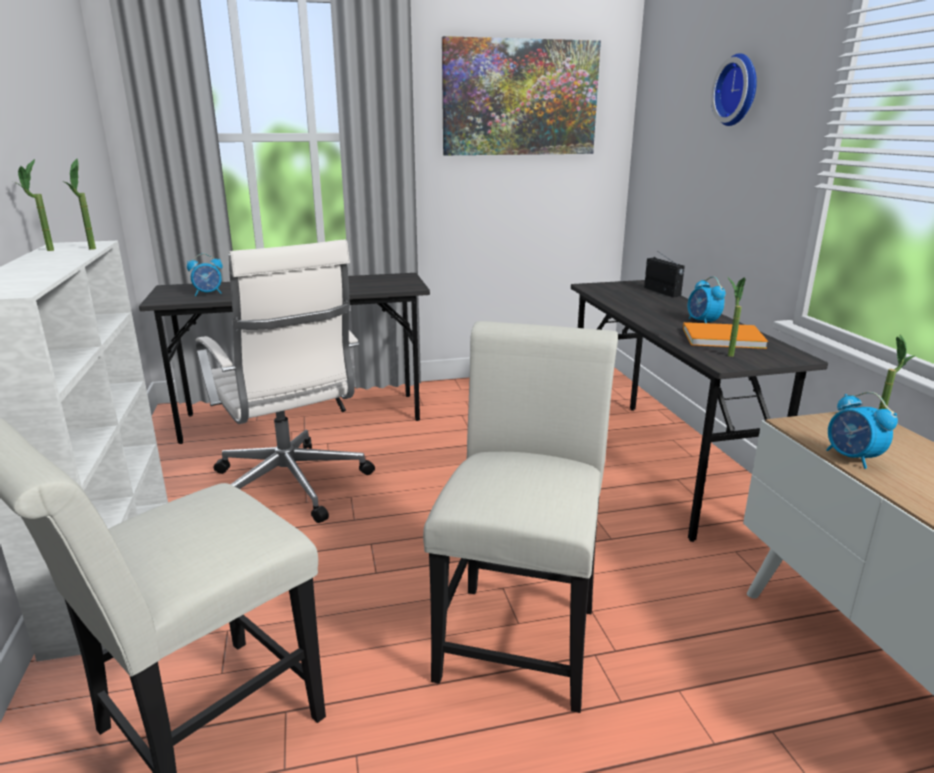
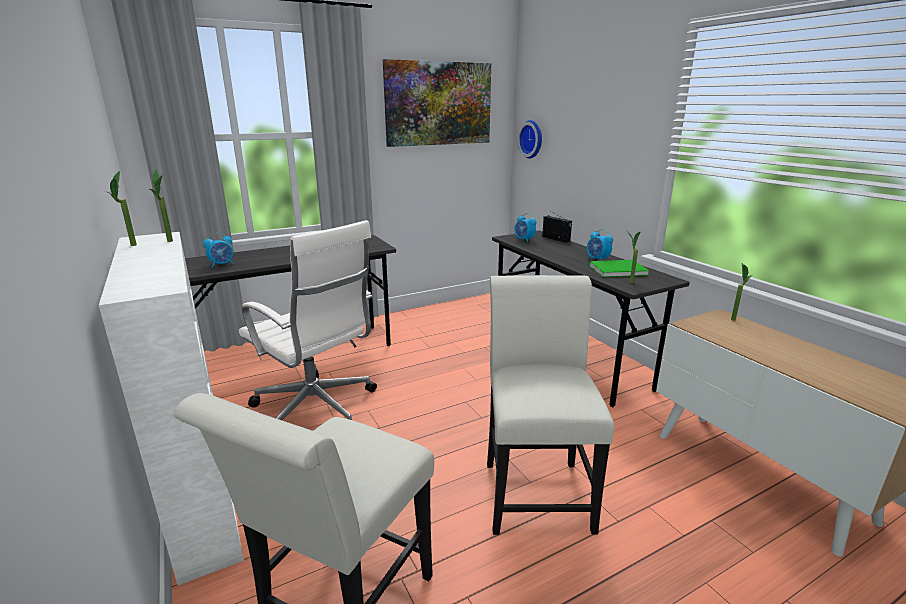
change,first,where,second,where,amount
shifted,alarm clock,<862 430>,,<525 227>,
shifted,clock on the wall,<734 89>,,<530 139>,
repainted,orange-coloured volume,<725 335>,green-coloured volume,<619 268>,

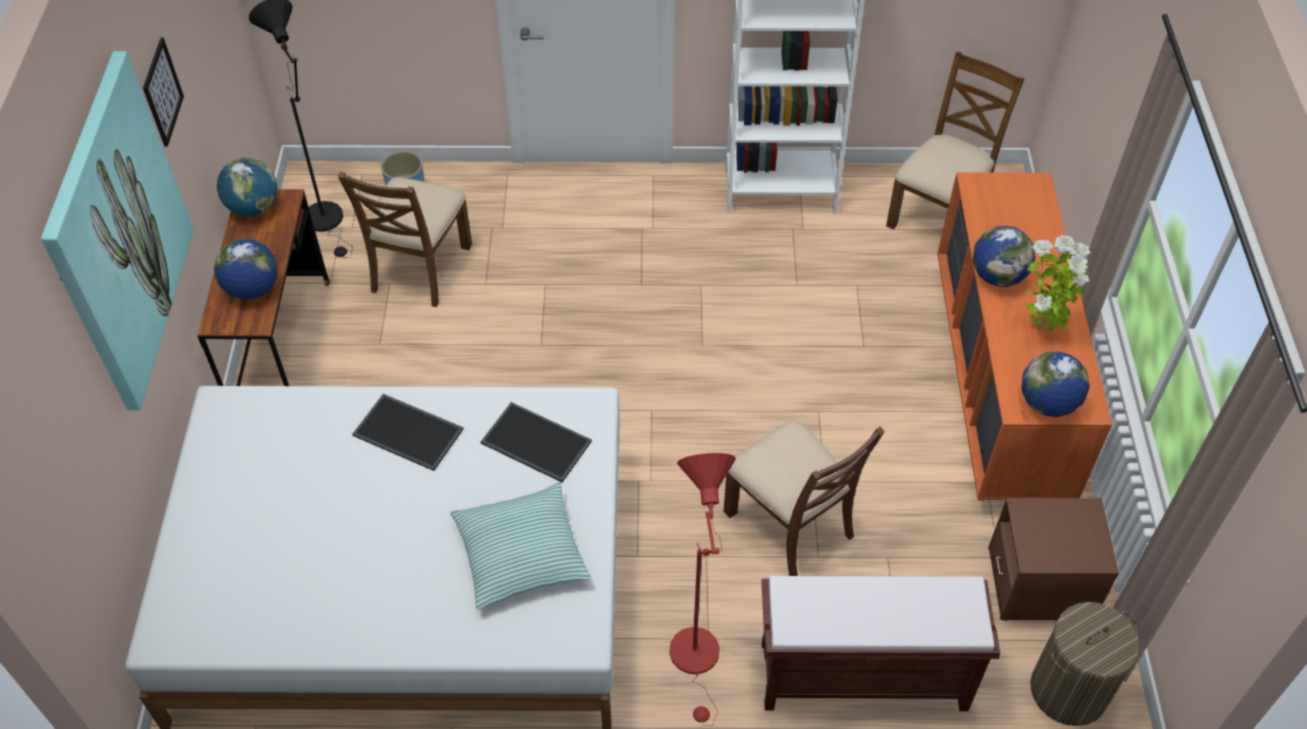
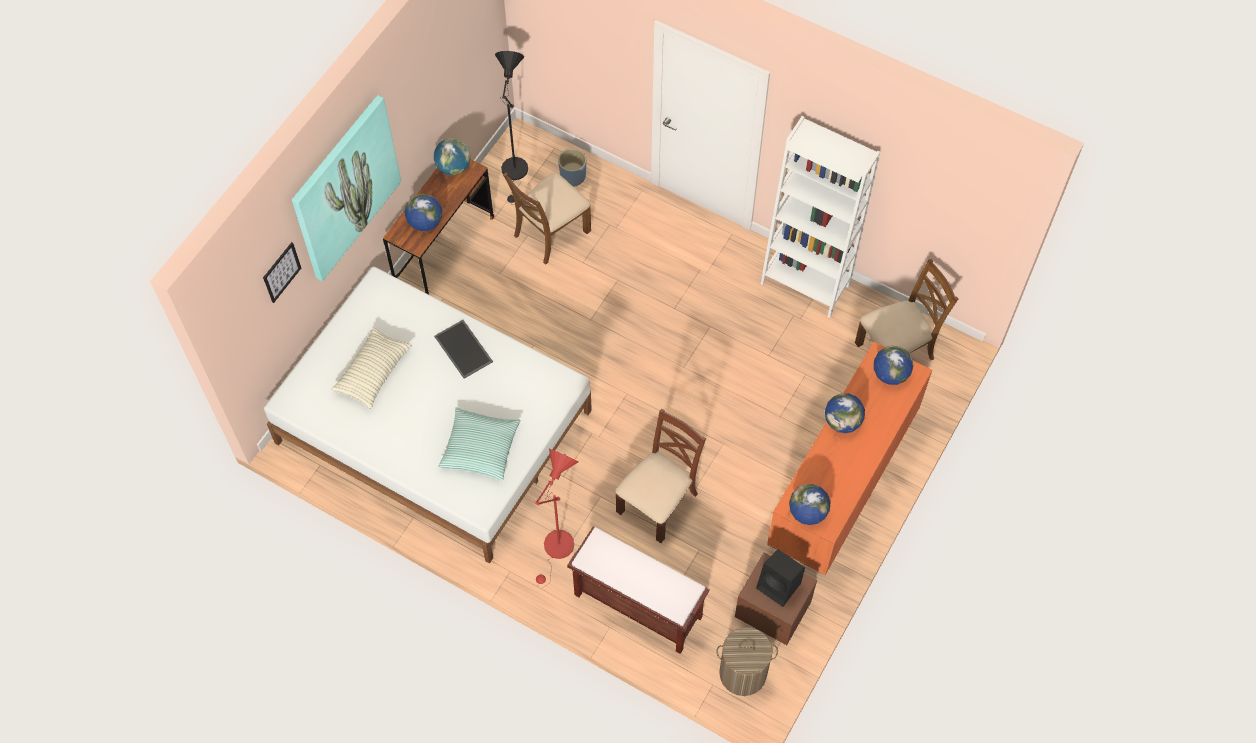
change,first,where,second,where,amount
shifted,picture,<163 92>,,<282 272>,
new,,,pillow,<371 368>,
rotated,brown upright chair,<804 498>,,<660 476>,135 degrees counterclockwise
new,,,blackish speaker,<780 578>,
new,,,world globe,<893 365>,
gone,carrying tray,<536 442>,,,
gone,potted plant,<1057 283>,,,

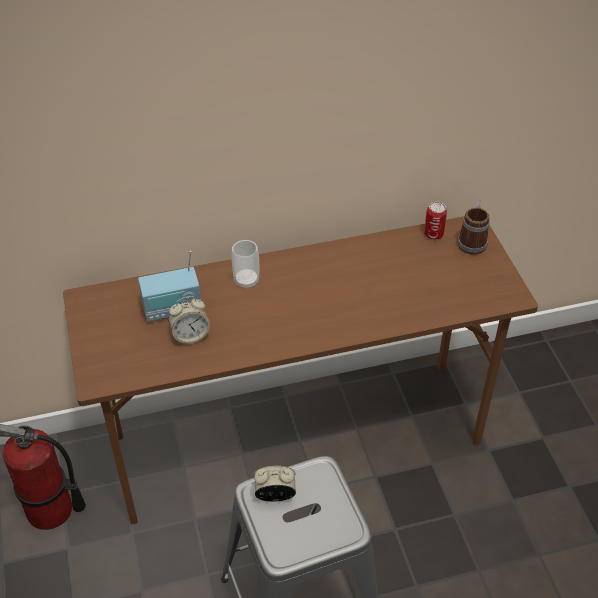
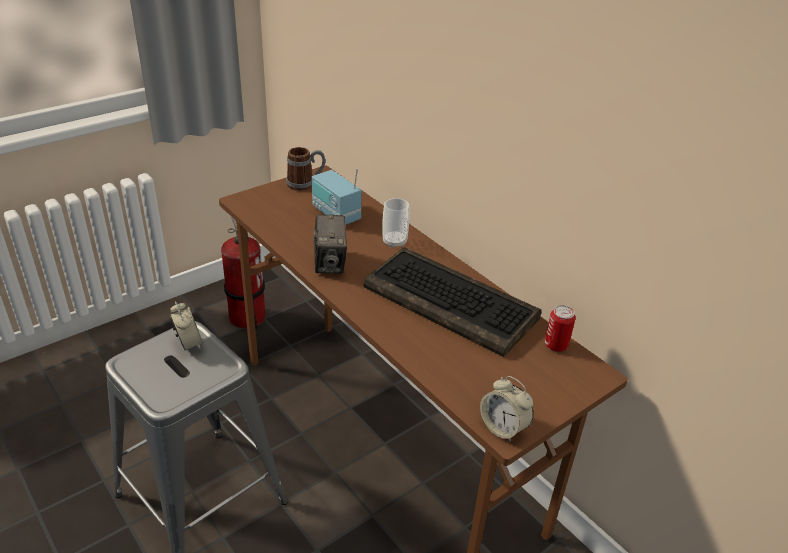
change,first,where,second,where,amount
shifted,tea mug,<474 227>,,<305 169>,
new,,,photo camera,<330 244>,
new,,,PC keyboard,<452 302>,
shifted,alarm clock,<189 320>,,<506 409>,

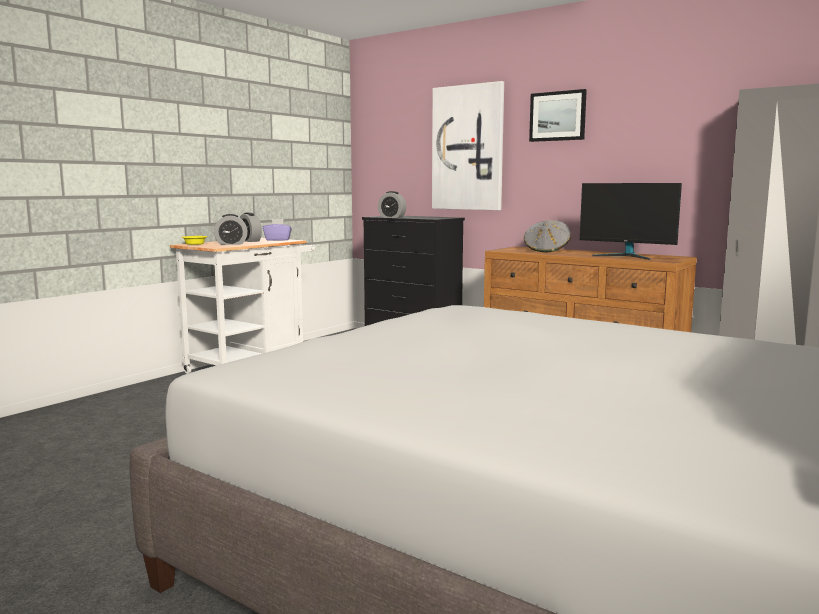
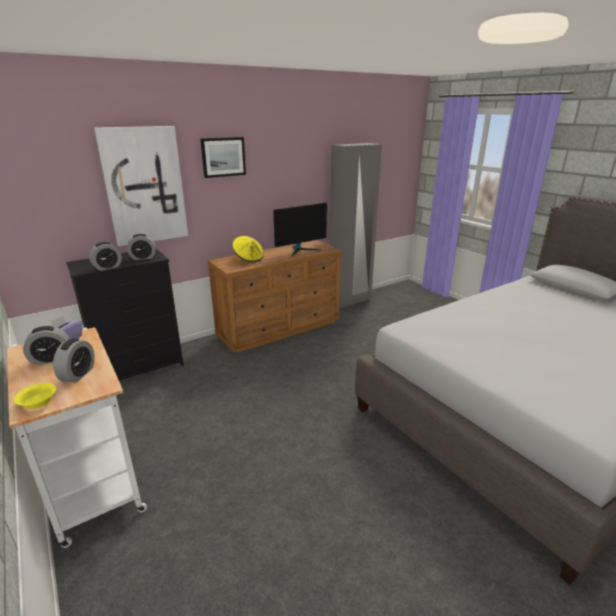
change,first,where,second,where,amount
new,,,alarm clock,<141 247>,
repainted,greyish hat,<547 236>,yellow-coloured hat,<248 249>,

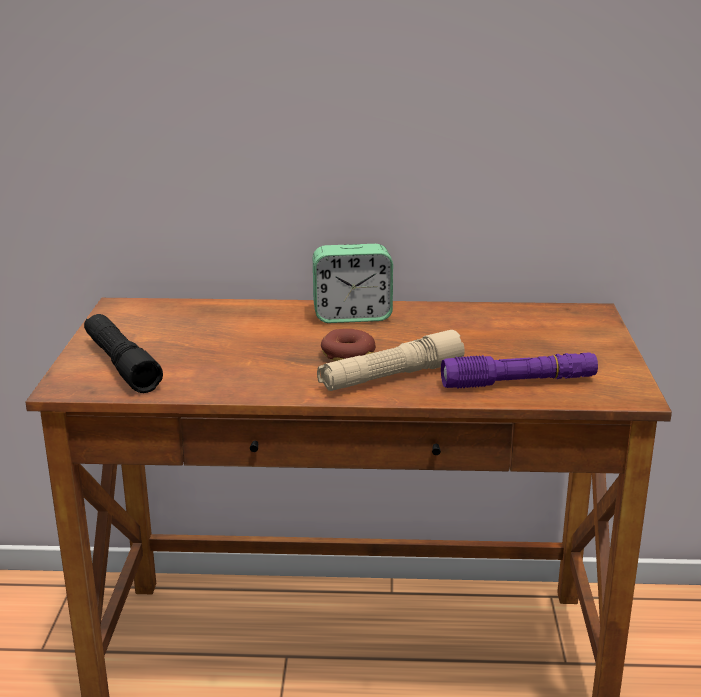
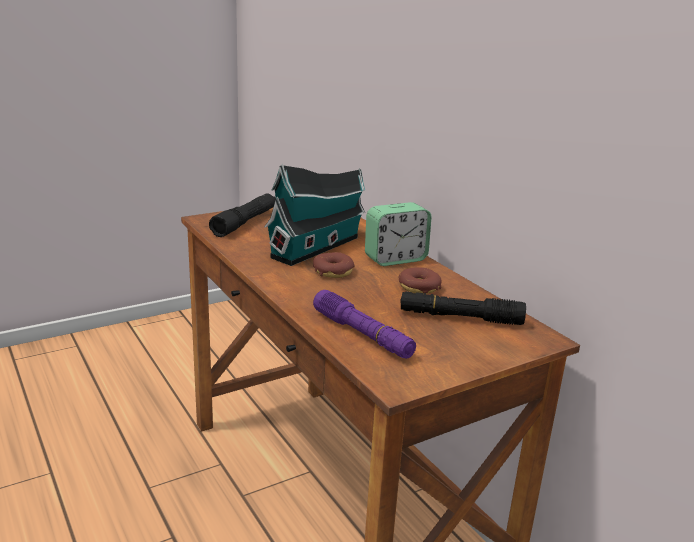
change,first,where,second,where,amount
new,,,toy house,<314 215>,
rotated,alarm clock,<353 283>,,<398 234>,75 degrees counterclockwise
new,,,donut,<420 280>,
new,,,blackish flashlight,<463 308>,
gone,beige-coloured flashlight,<390 360>,,,

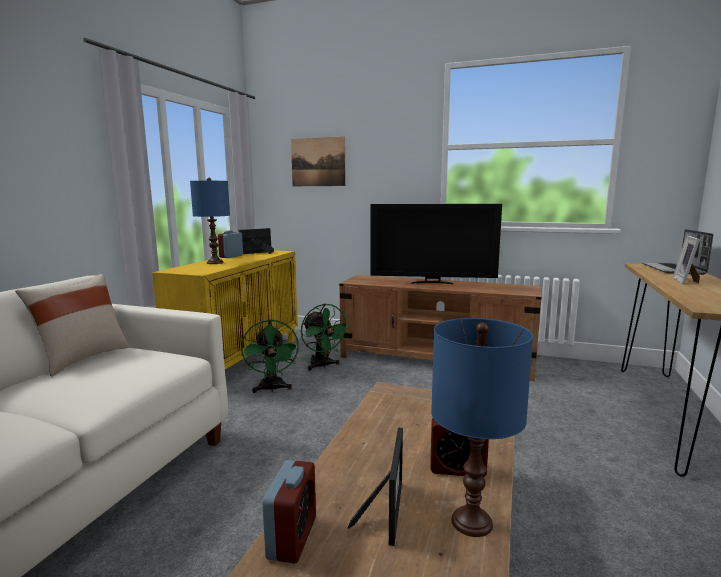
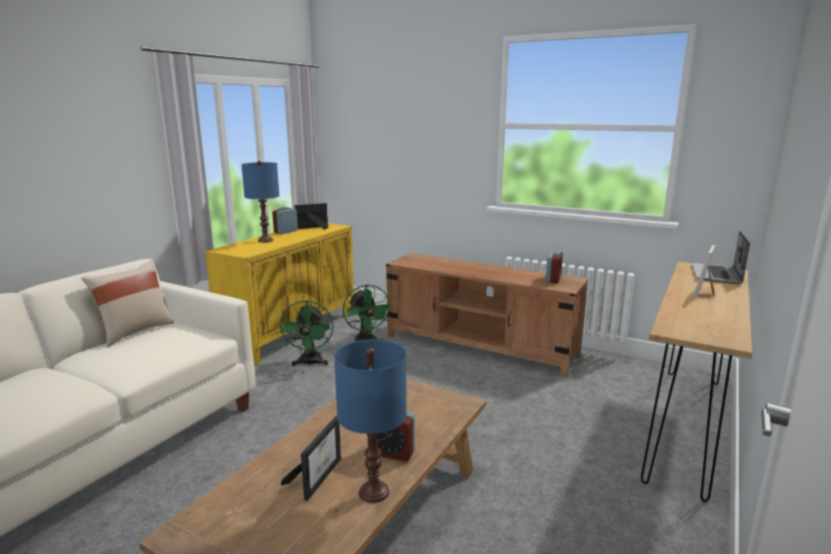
change,first,where,second,where,amount
shifted,alarm clock,<289 511>,,<554 267>,
gone,picture,<318 161>,,,
gone,TV set,<436 244>,,,

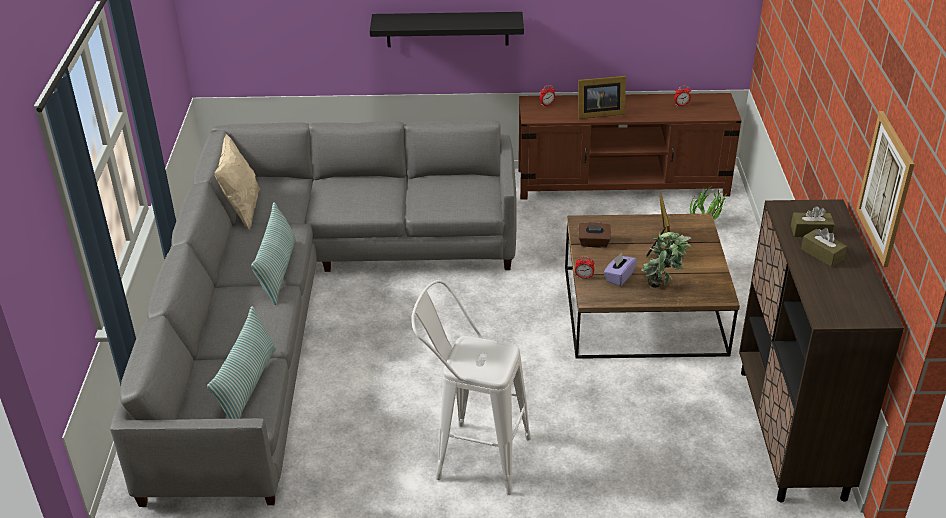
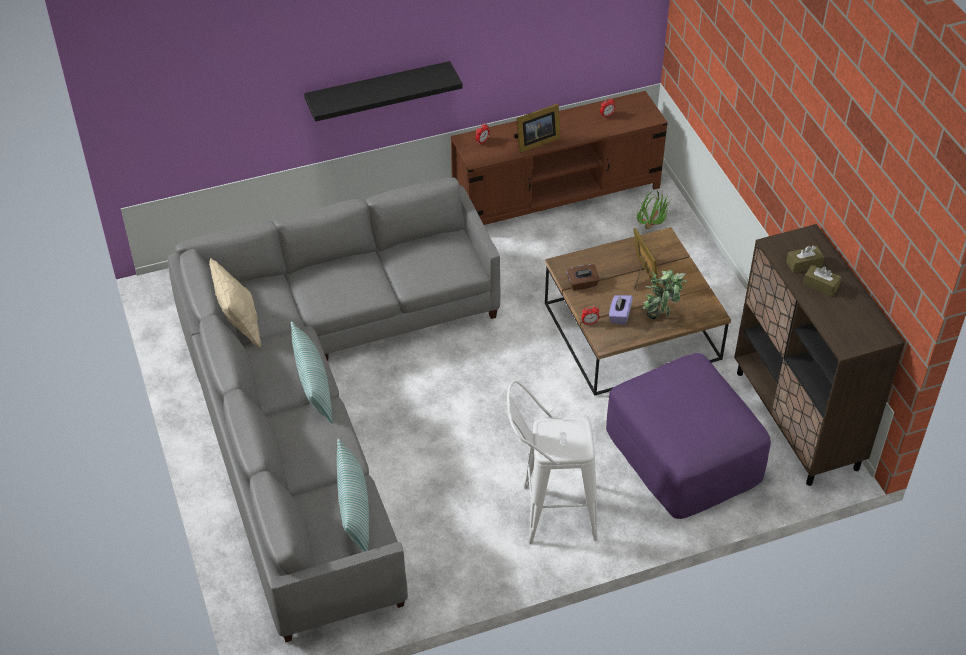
change,first,where,second,where,amount
new,,,purple-coloured pouffe,<688 436>,
gone,picture,<885 189>,,,

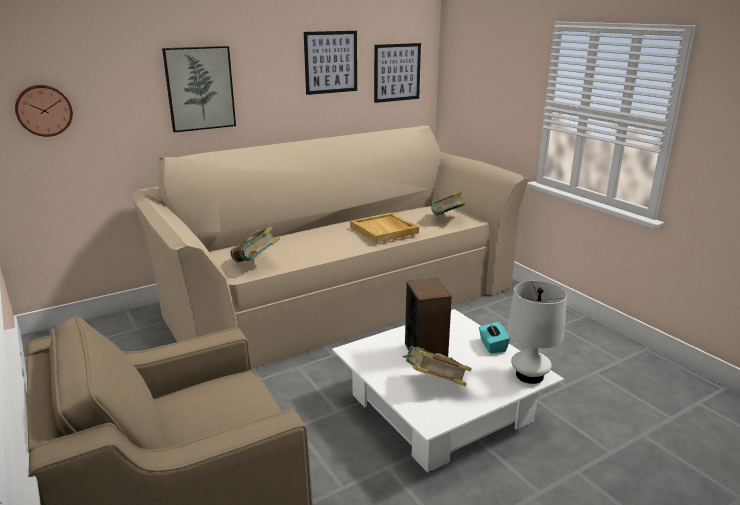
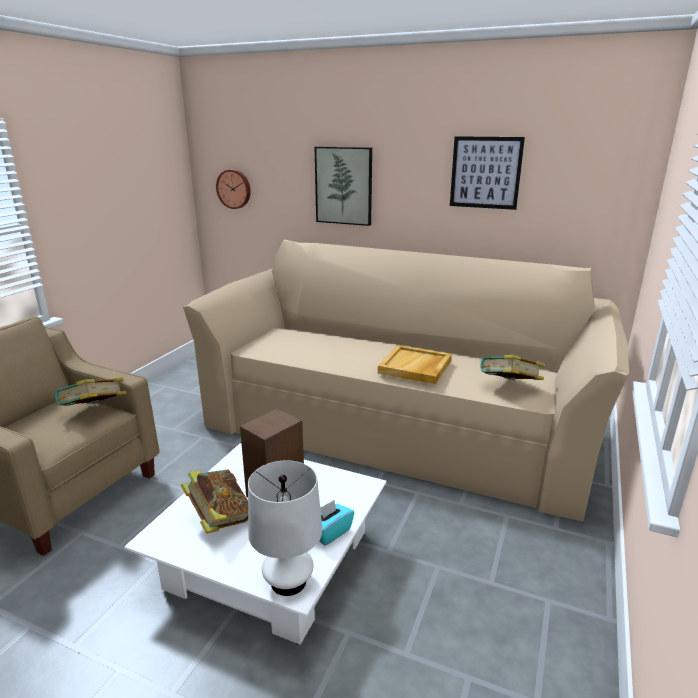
change,first,where,second,where,amount
shifted,volume,<255 244>,,<91 392>,
gone,picture,<397 73>,,,

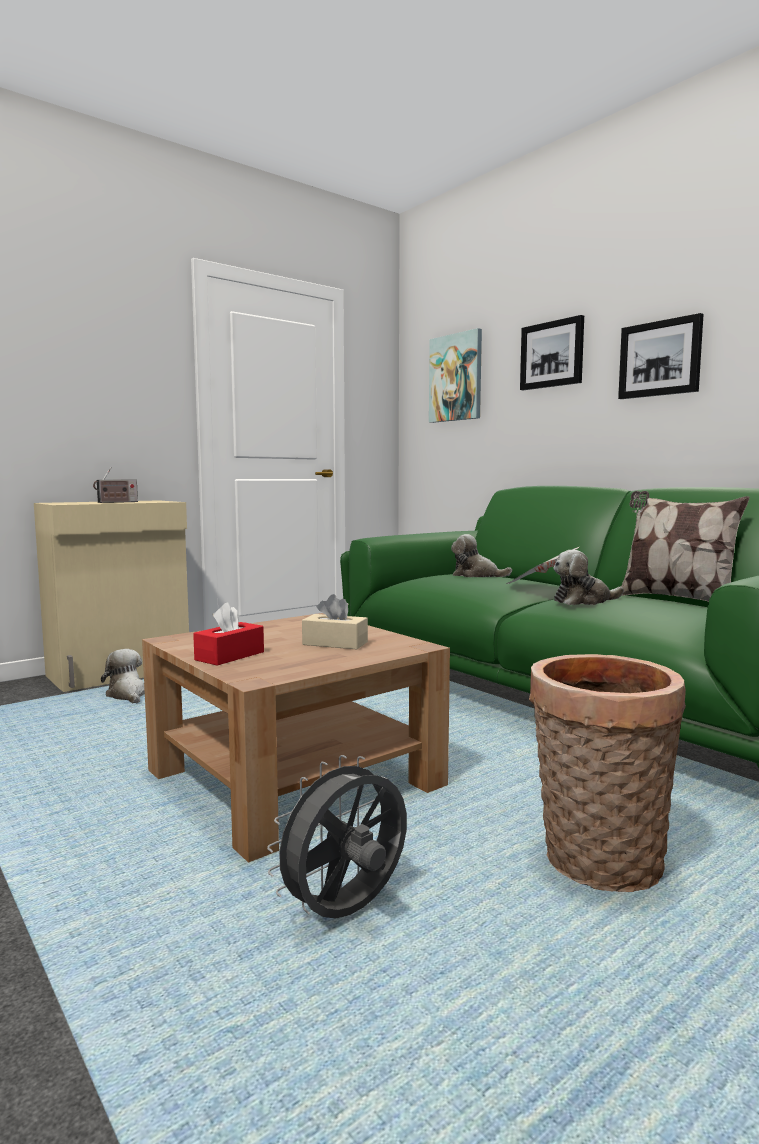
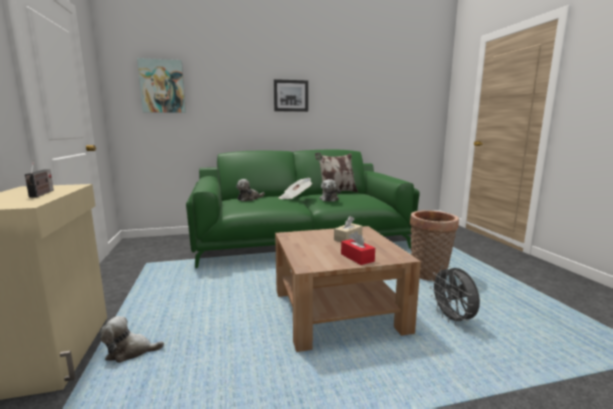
change,first,where,second,where,amount
gone,picture,<552 352>,,,

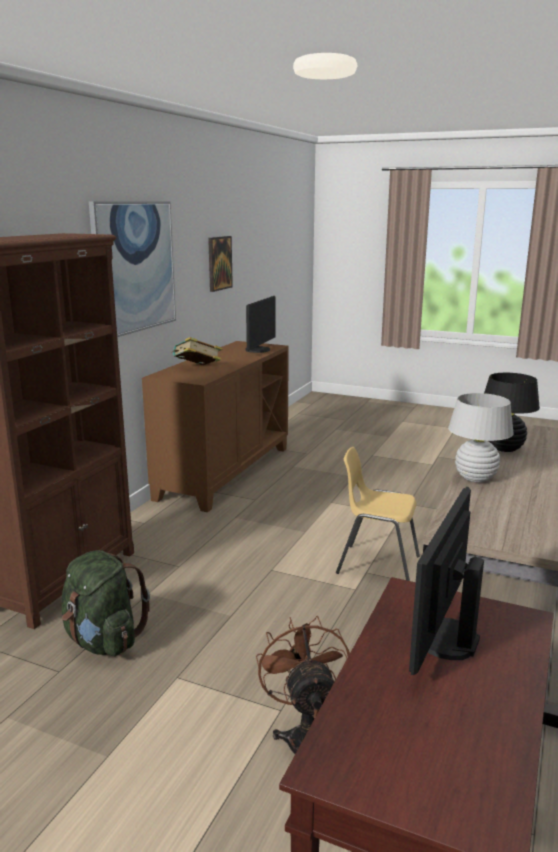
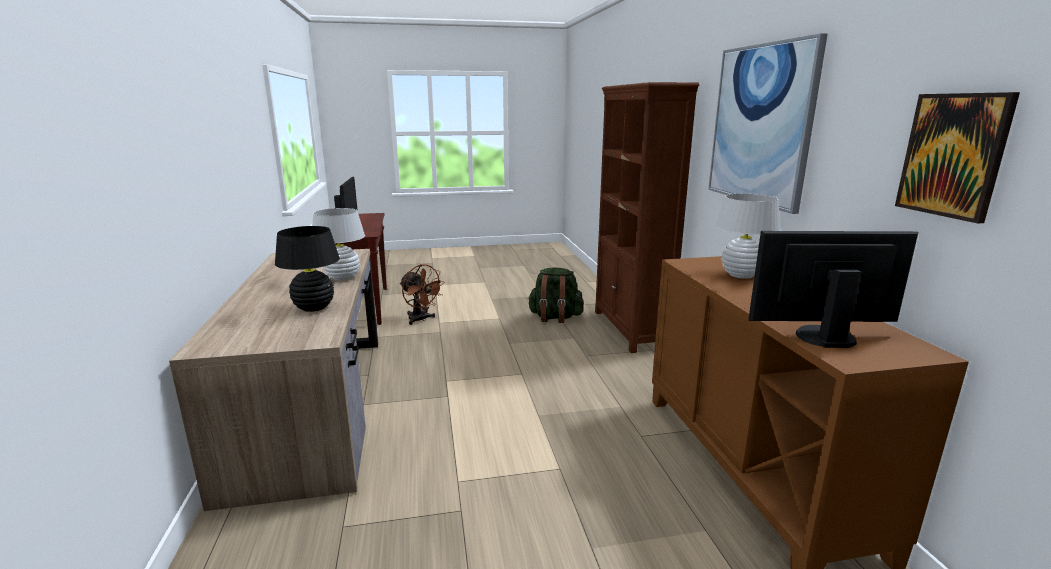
change,first,where,second,where,amount
swapped,volume,<197 351>,whitish tabletop lamp,<748 236>,
rotated,computer screen,<260 324>,,<833 289>,105 degrees clockwise
gone,yellow-coloured upright chair,<378 514>,,,

